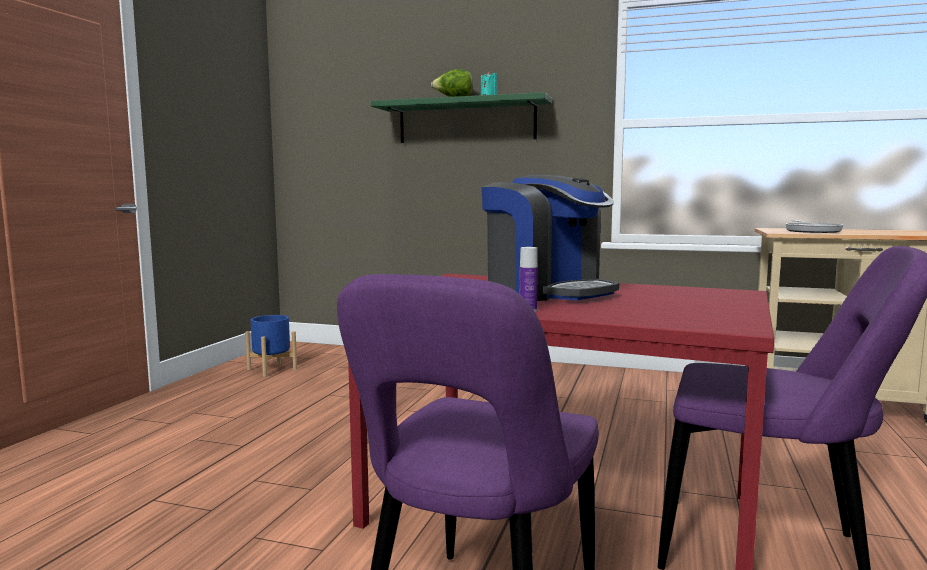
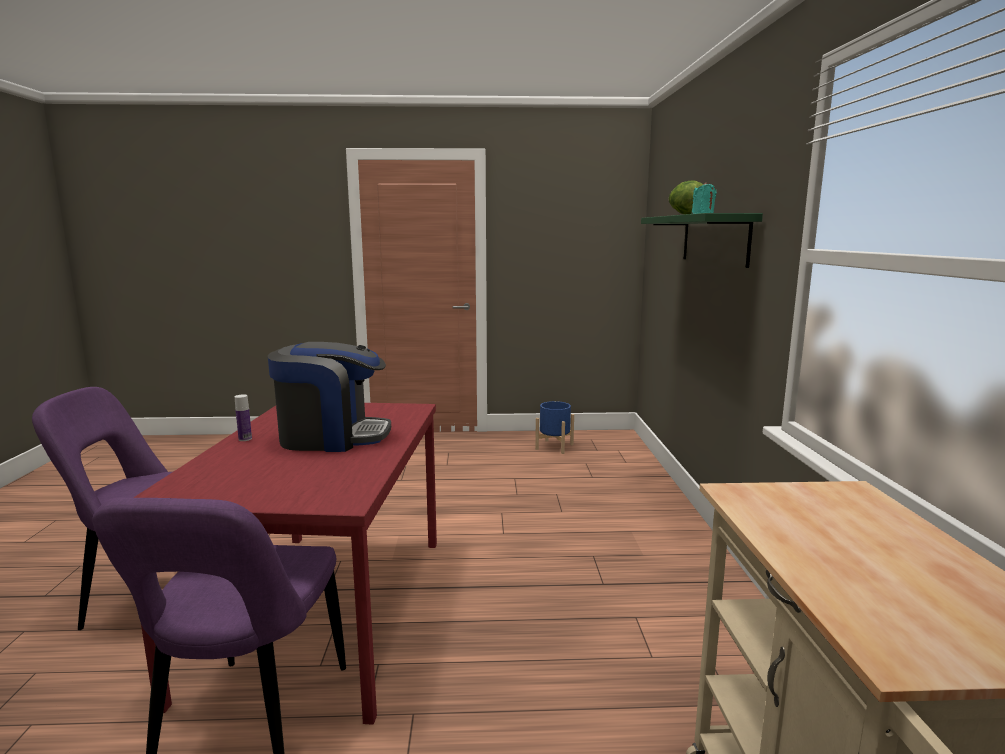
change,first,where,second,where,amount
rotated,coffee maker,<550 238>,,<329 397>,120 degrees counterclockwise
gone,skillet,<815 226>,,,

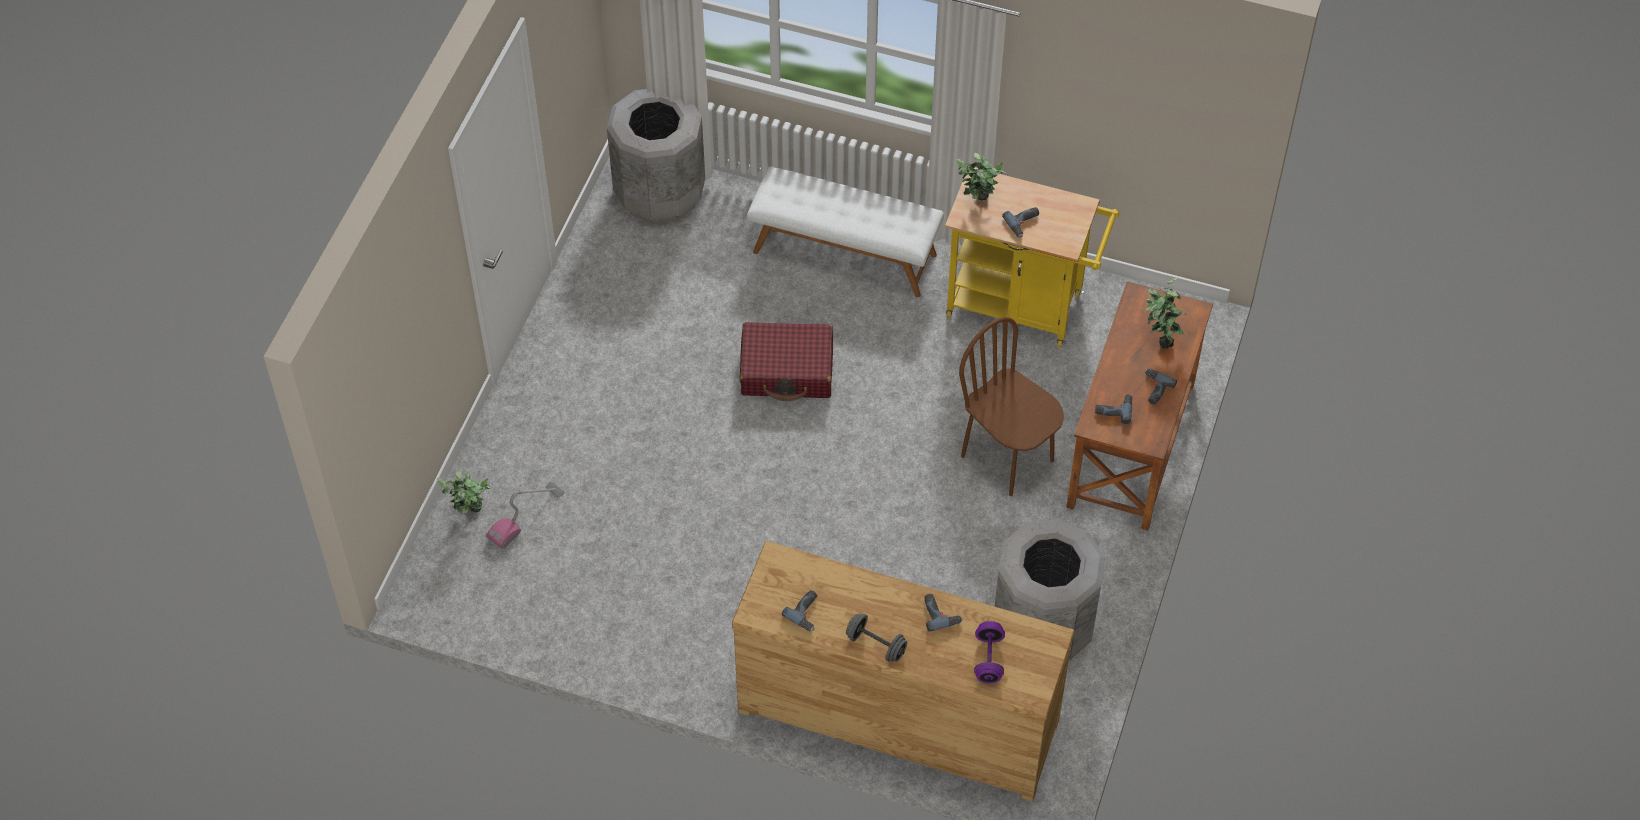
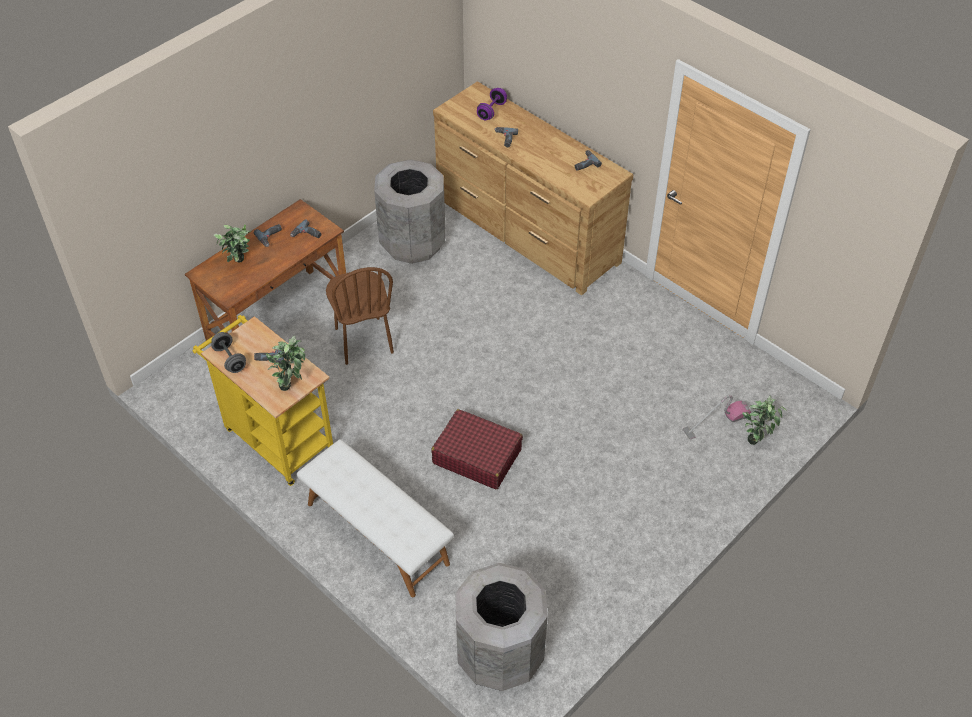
change,first,where,second,where,amount
shifted,greyish hand weight,<876 638>,,<228 352>,

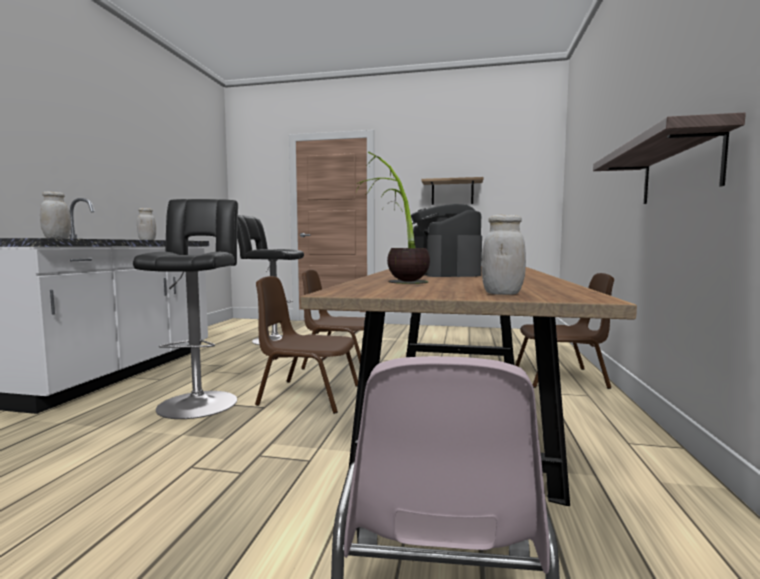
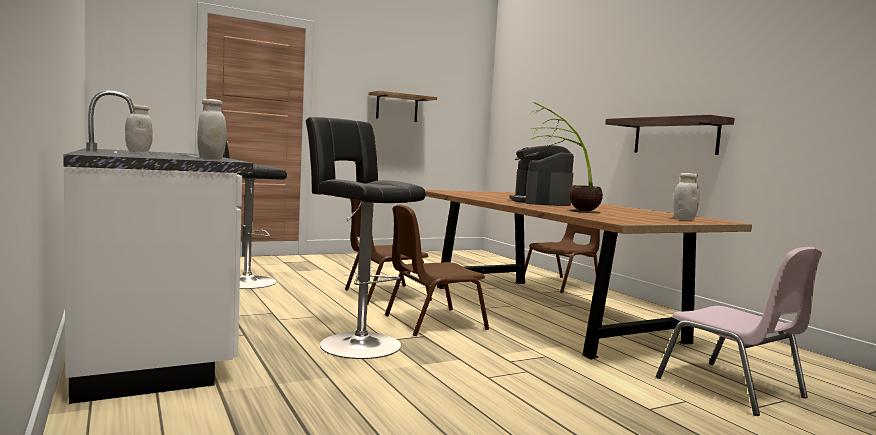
change,first,where,second,where,amount
rotated,coffee maker,<446 240>,,<541 175>,45 degrees clockwise

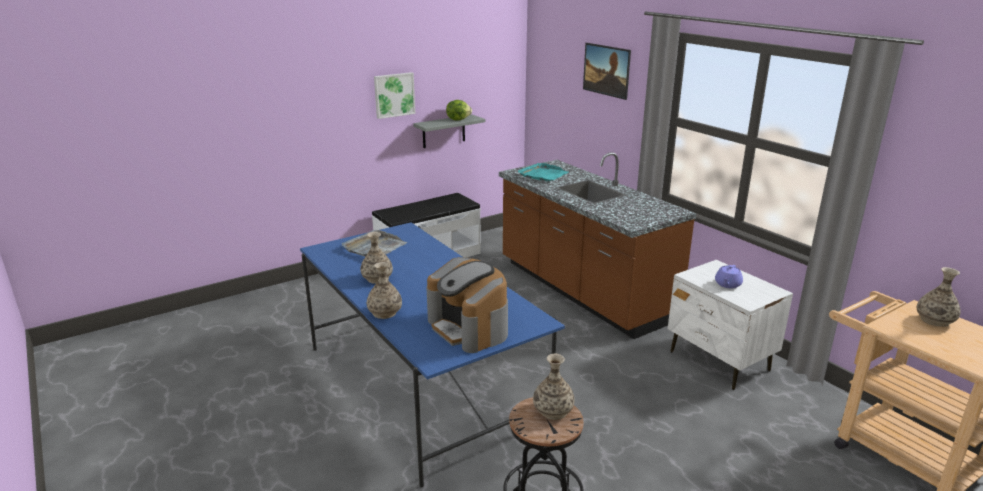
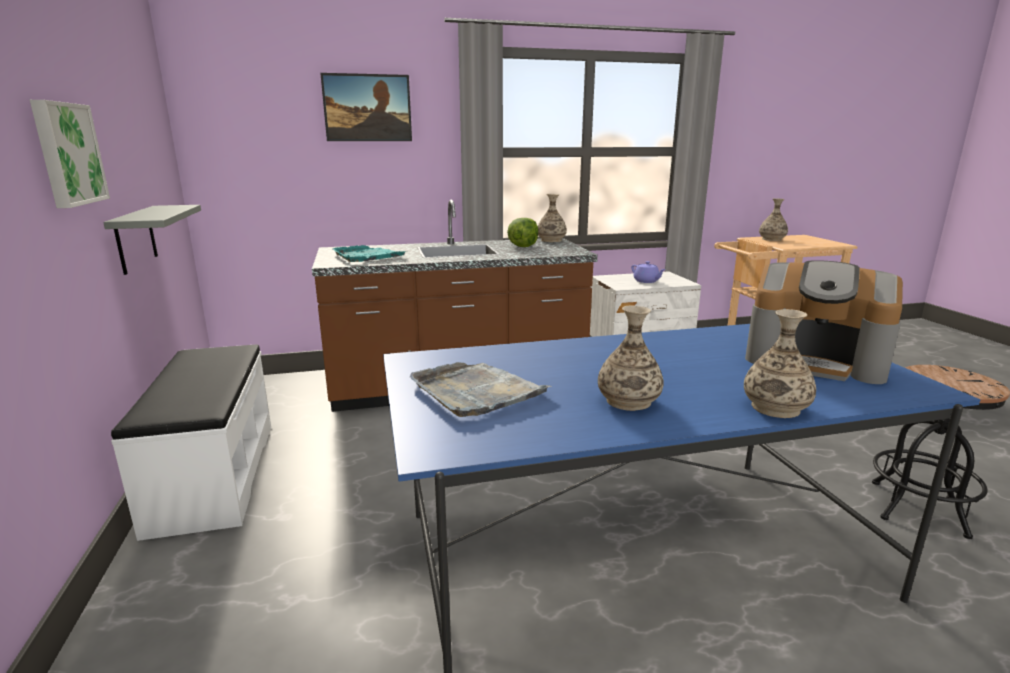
change,first,where,second,where,amount
shifted,lettuce,<459 110>,,<522 232>,
shifted,flower vase,<554 387>,,<552 218>,
rotated,coffee maker,<467 305>,,<824 322>,45 degrees clockwise

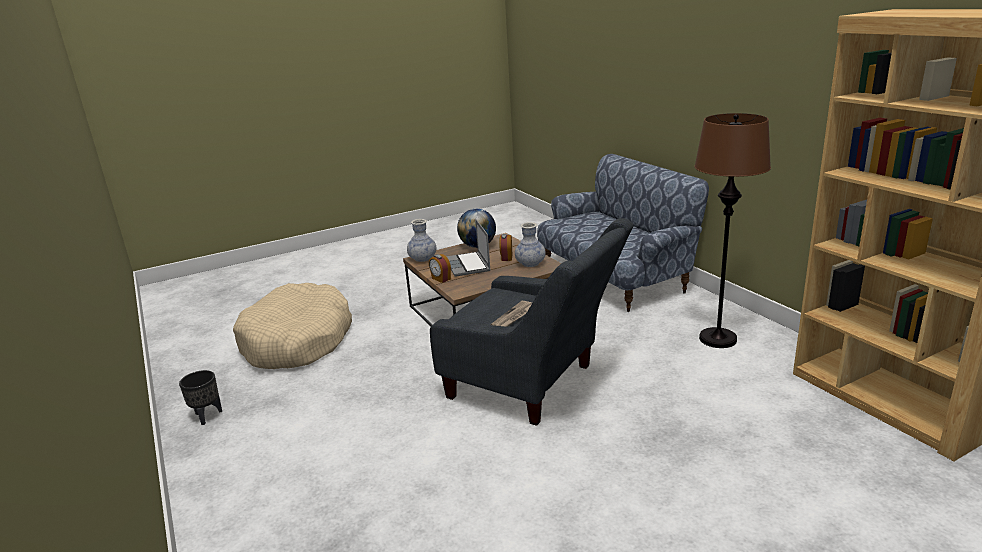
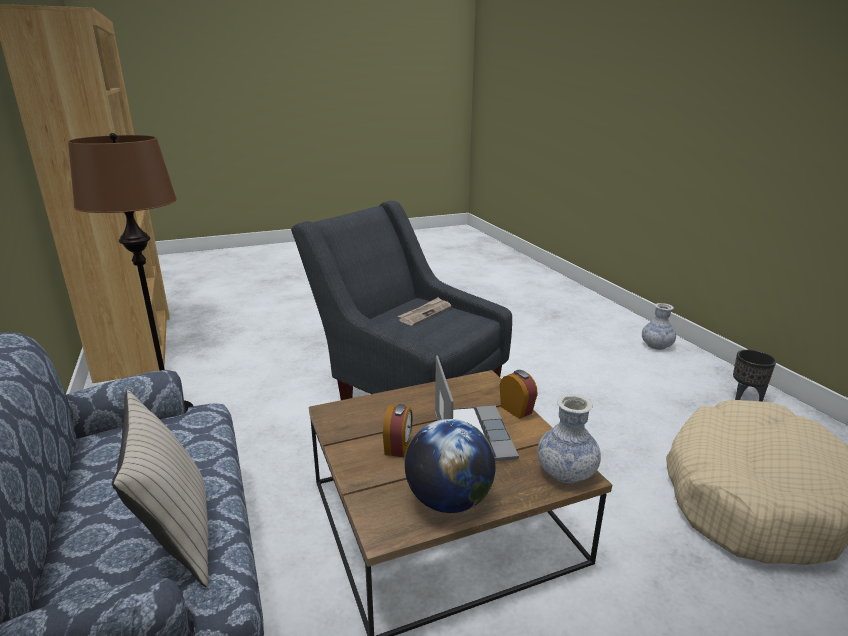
change,first,where,second,where,amount
new,,,beige-coloured pillow,<160 488>,
shifted,flower vase,<530 244>,,<659 326>,

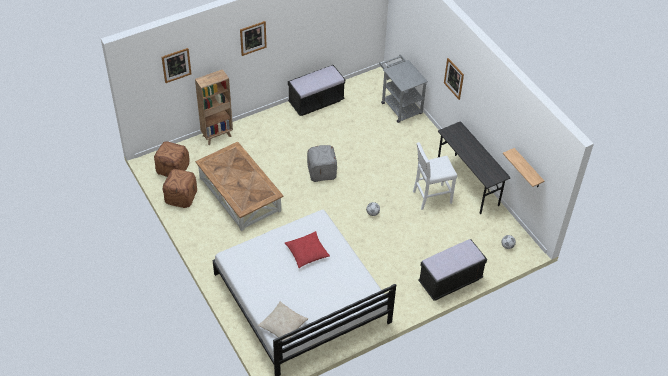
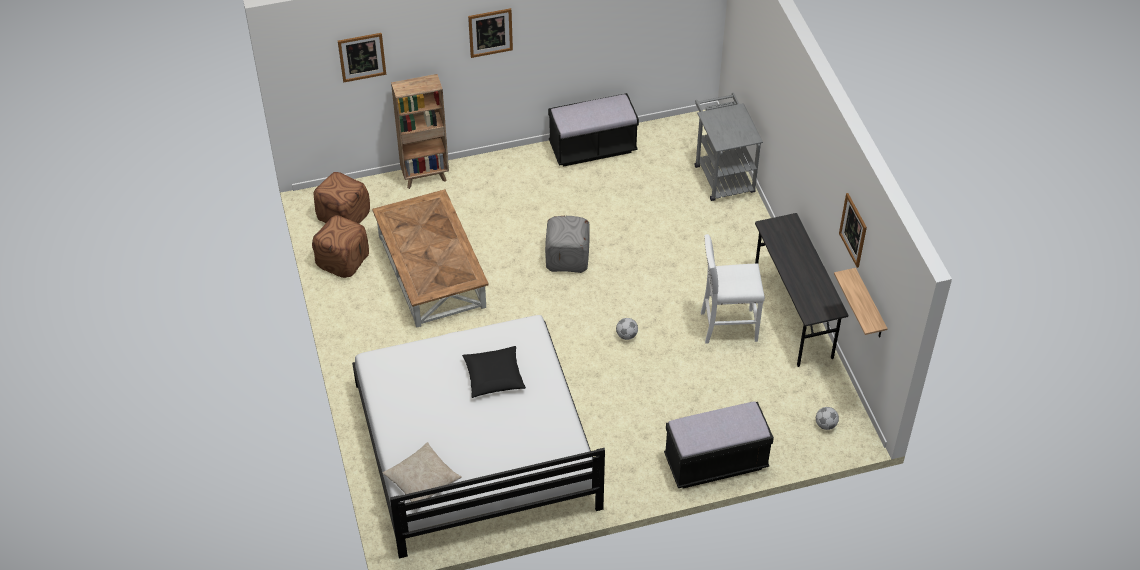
change,first,where,second,where,amount
repainted,red pillow,<307 249>,blackish pillow,<494 372>,
shifted,picture,<454 79>,,<853 230>,

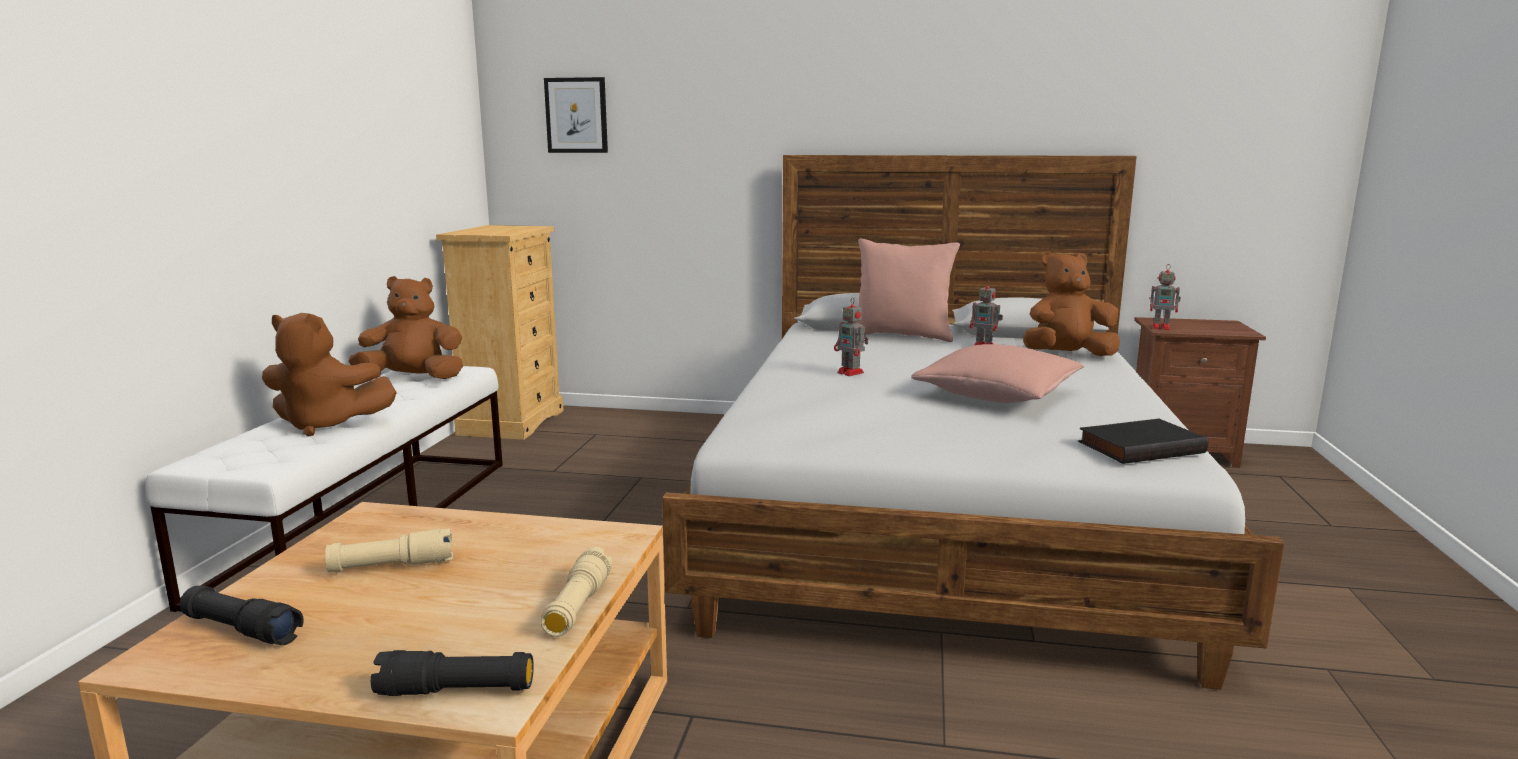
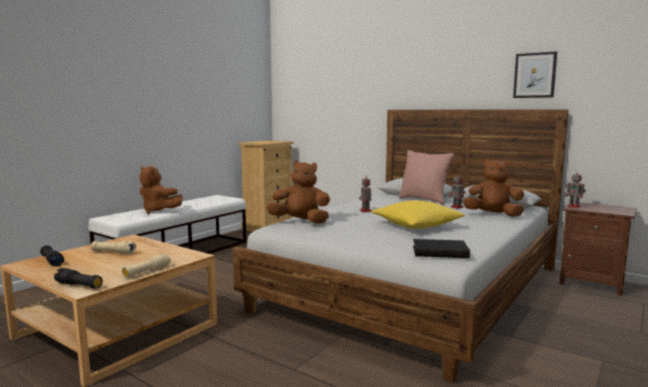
change,first,where,second,where,amount
shifted,brown soft toy,<405 327>,,<298 192>,
repainted,pink-coloured pillow,<997 373>,yellow-coloured pillow,<418 214>,
shifted,picture,<576 115>,,<535 74>,

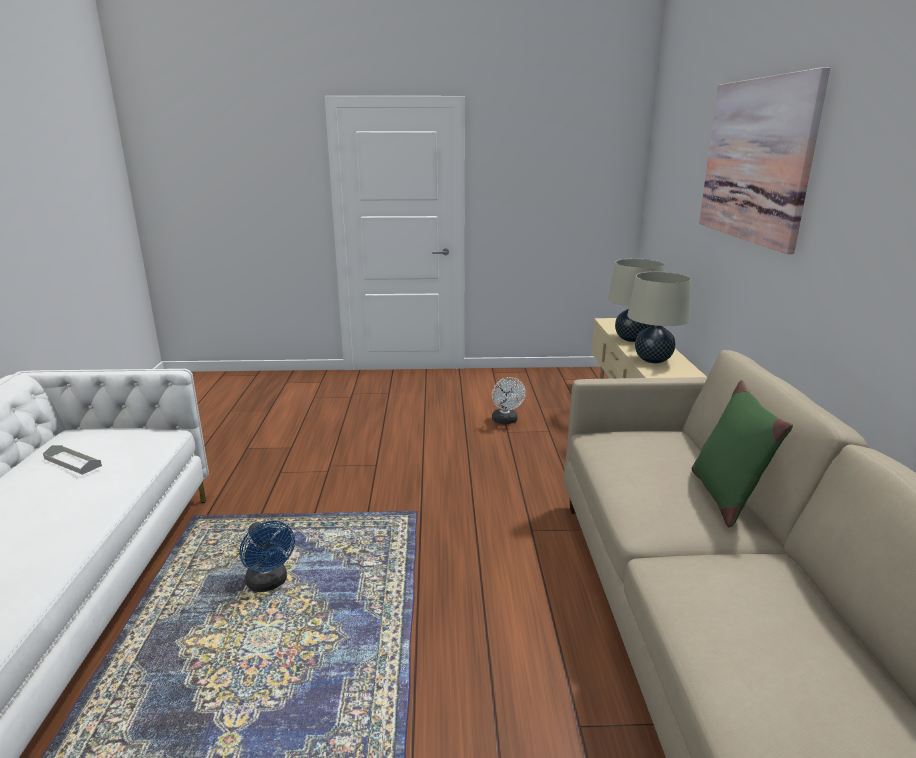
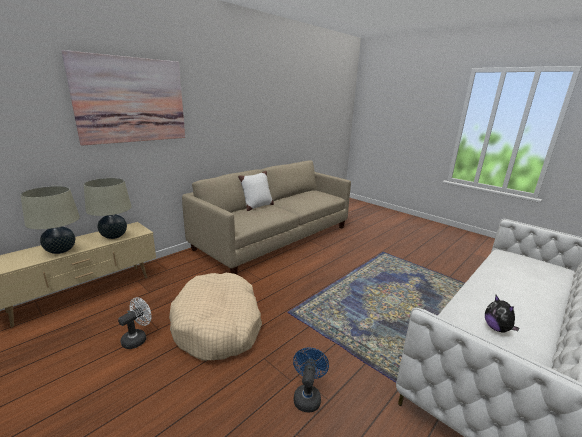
change,first,where,second,where,amount
new,,,beige-coloured pet bed,<215 317>,
repainted,green-coloured pillow,<742 454>,whitish pillow,<256 191>,
shifted,bluish electric fan,<267 556>,,<311 380>,
swapped,greyish carrying tray,<72 460>,soft toy,<502 313>,

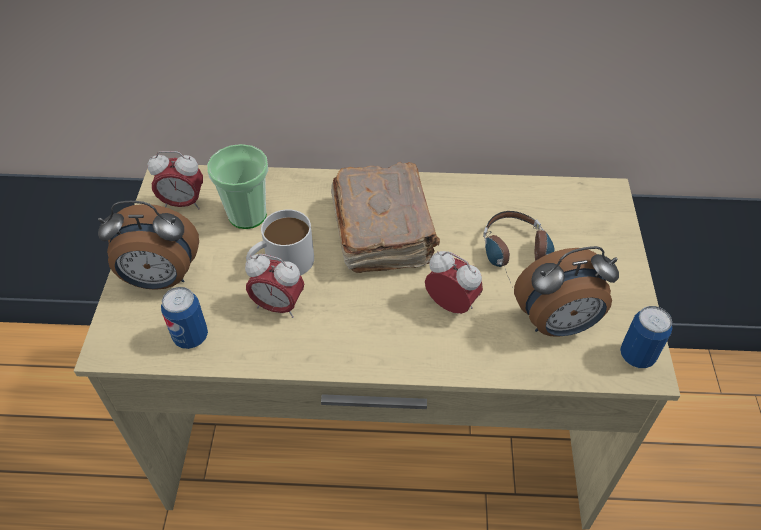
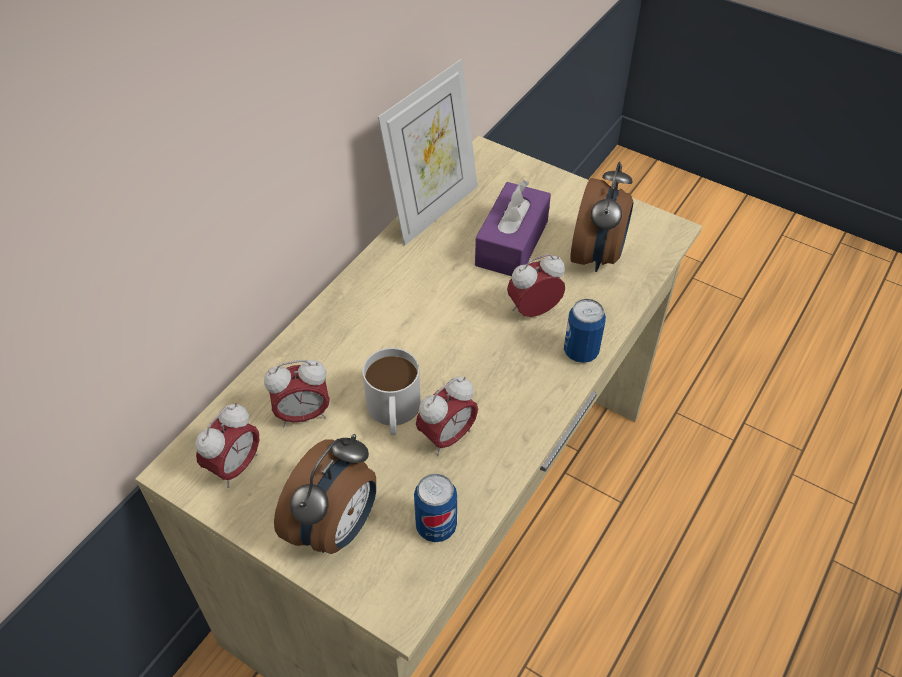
change,first,where,second,where,amount
swapped,drinking cup,<237 186>,alarm clock,<297 393>,
new,,,standing frame,<428 152>,
swapped,headphones,<518 249>,purple-coloured tissue holder,<513 228>,
shifted,sealed can,<646 337>,,<585 331>,
gone,brown volume,<385 217>,,,

